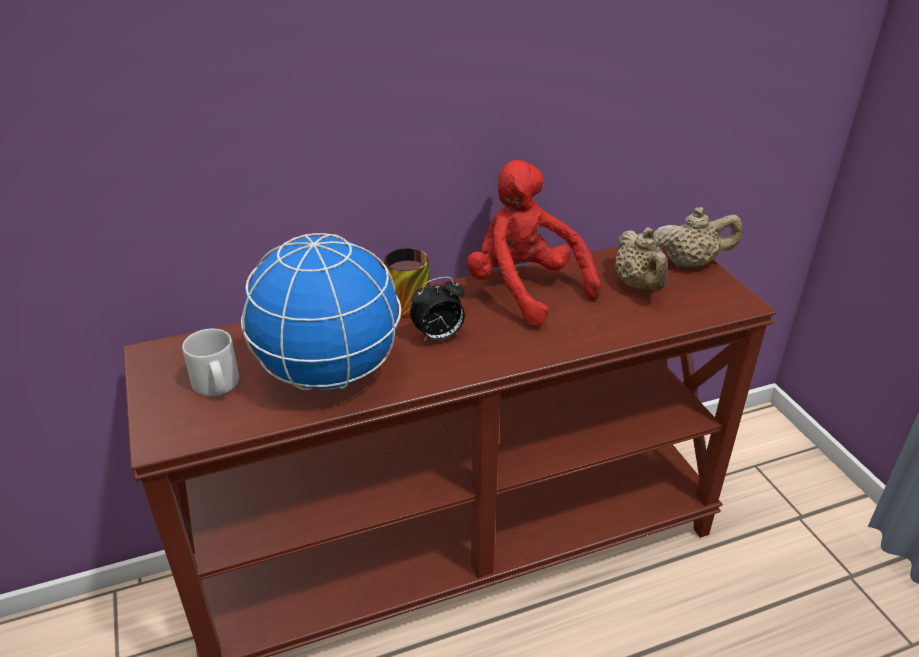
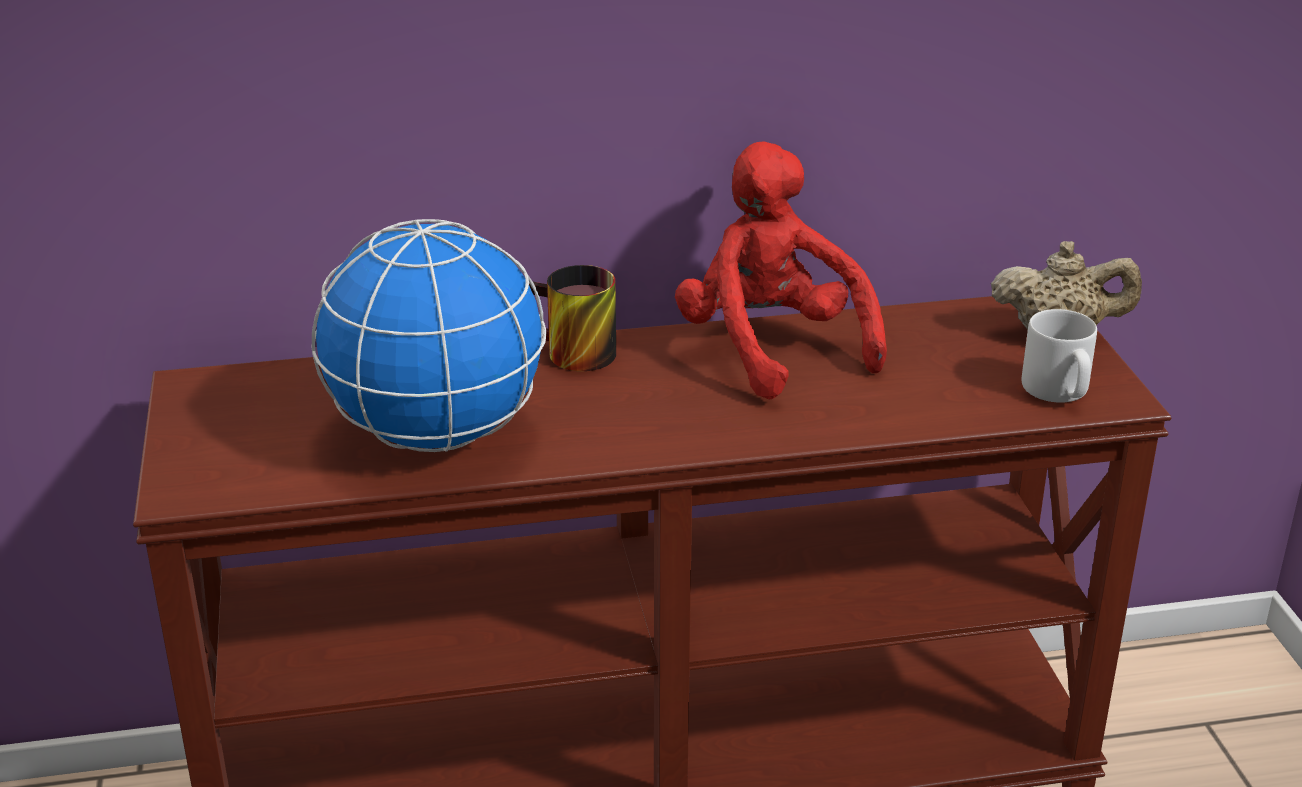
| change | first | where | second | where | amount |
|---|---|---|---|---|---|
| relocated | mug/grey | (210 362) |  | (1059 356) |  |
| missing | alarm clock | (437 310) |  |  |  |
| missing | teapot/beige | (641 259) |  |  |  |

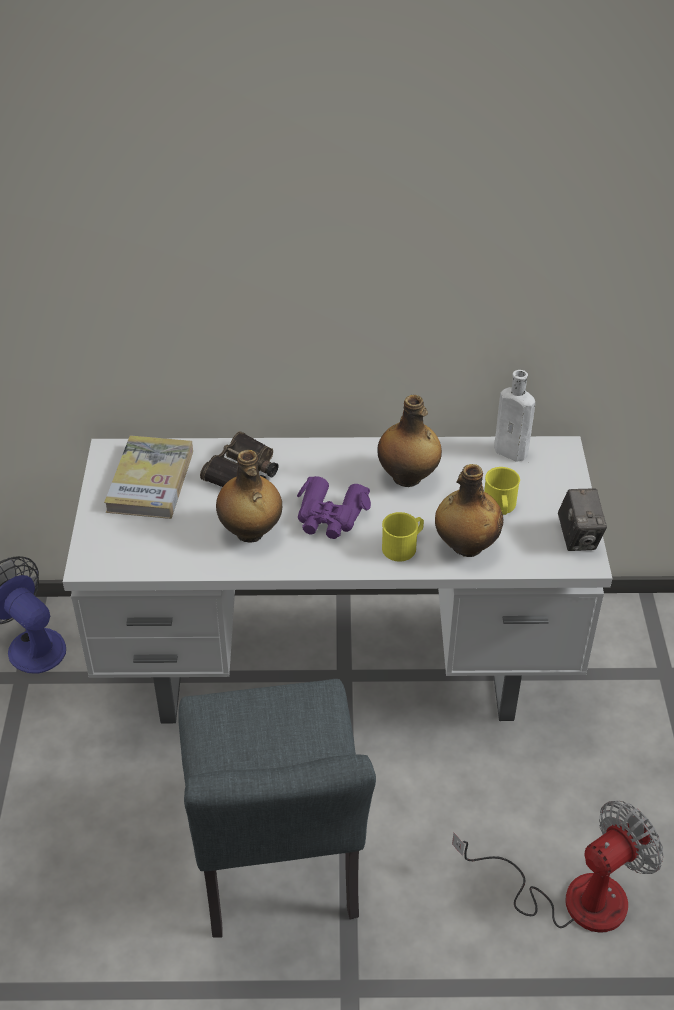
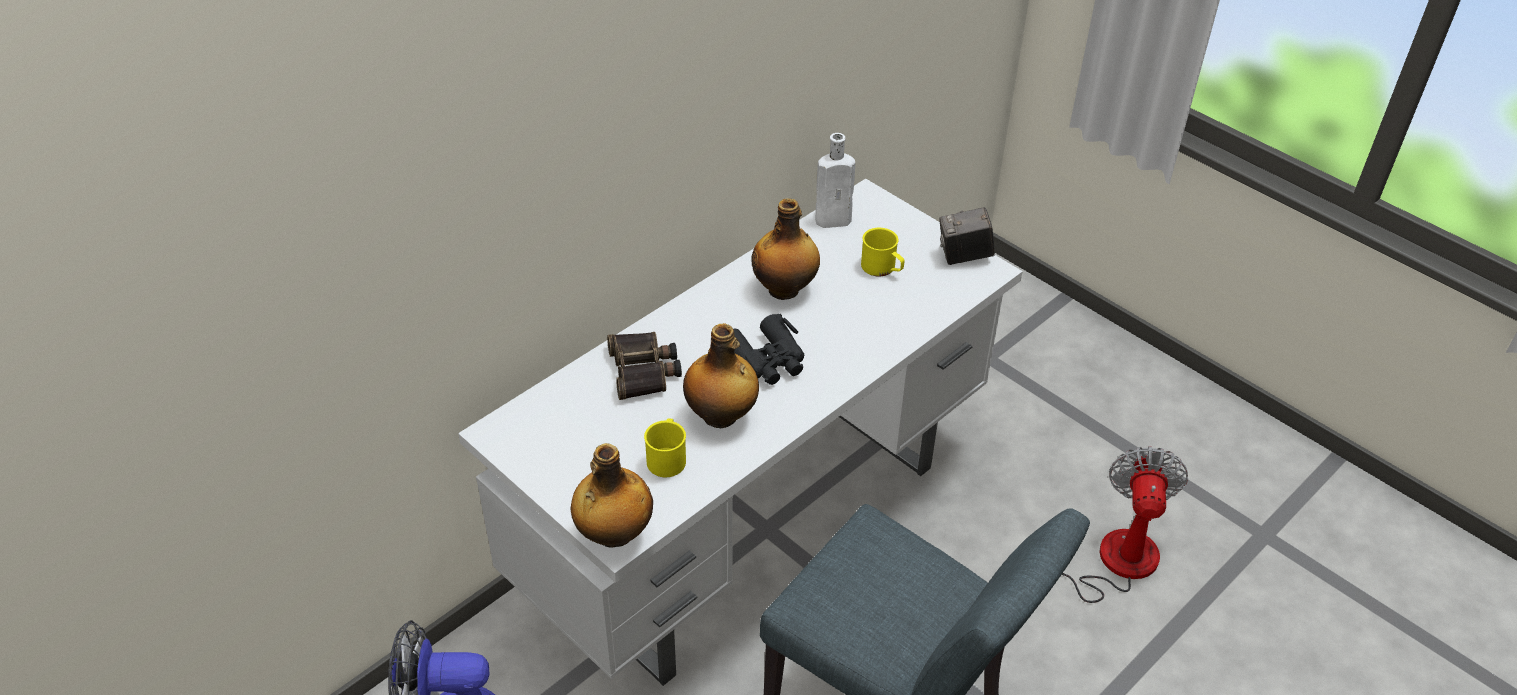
| change | first | where | second | where | amount |
|---|---|---|---|---|---|
| relocated | bottle | (469 510) |  | (611 495) |  |
| relocated | mug/yellow | (403 537) |  | (665 447) |  |
| colour | binoculars/purple | (334 507) | binoculars/black | (768 349) |  |
| spun | photo camera | (582 519) |  | (967 236) | 135 degrees clockwise |
| missing | book | (148 477) |  |  |  |

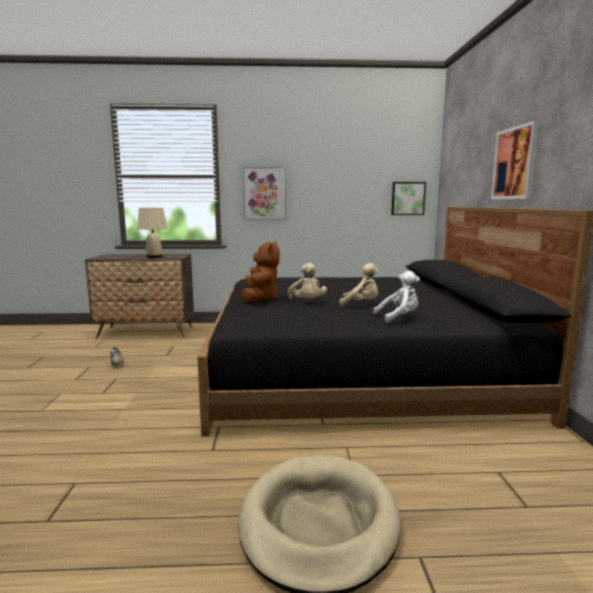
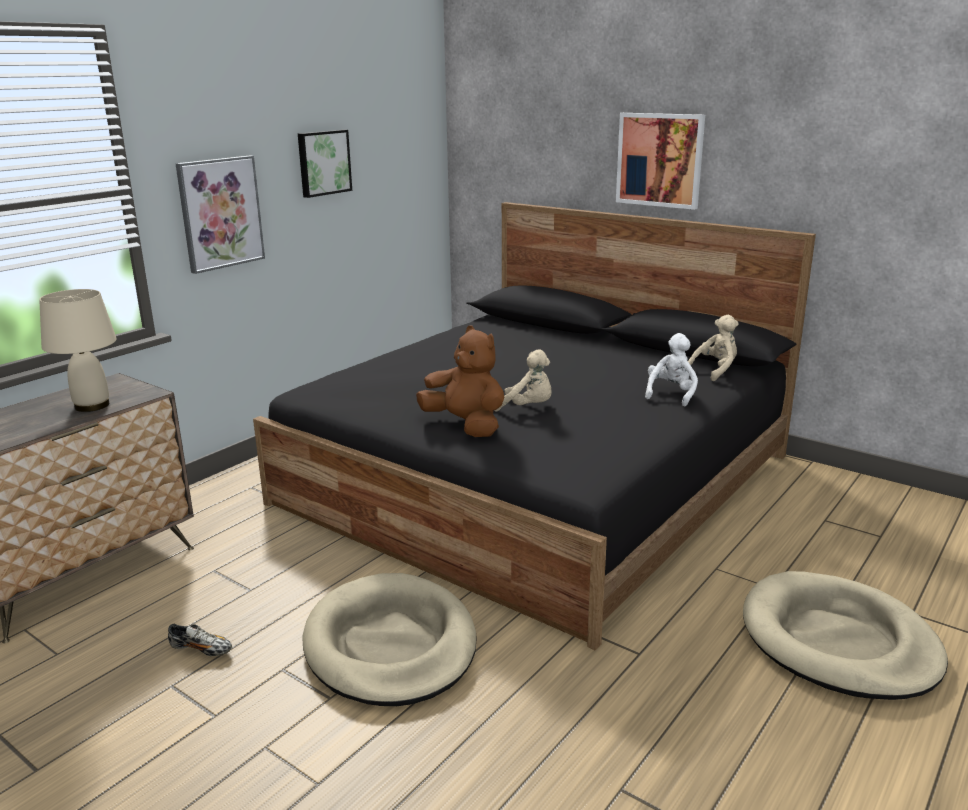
| change | first | where | second | where | amount |
|---|---|---|---|---|---|
| relocated | picture | (408 198) |  | (325 164) |  |
| appeared |  |  | dog bed/beige | (390 639) |  |
| relocated | plush toy/beige | (359 284) |  | (713 348) |  |

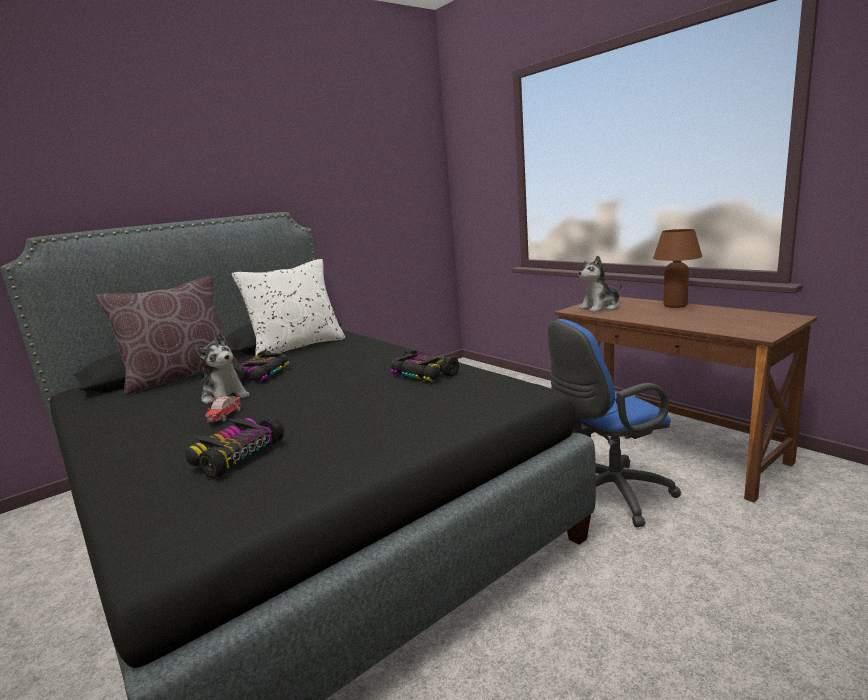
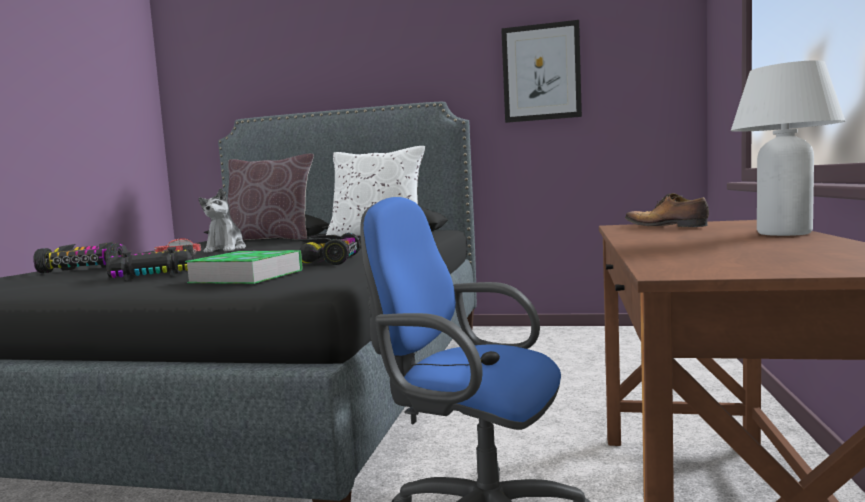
| change | first | where | second | where | amount |
|---|---|---|---|---|---|
| relocated | toy car | (261 366) |  | (150 263) |  |
| appeared |  |  | book | (244 267) |  |
| appeared |  |  | picture | (541 71) |  |
| exchanged | plush toy | (600 283) | shoe | (667 210) |  |
| colour | table lamp/brown | (677 268) | table lamp/white | (788 148) |  |

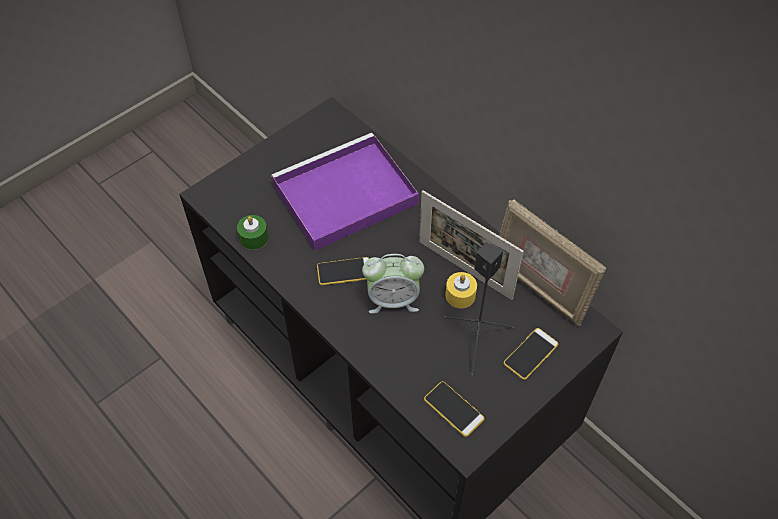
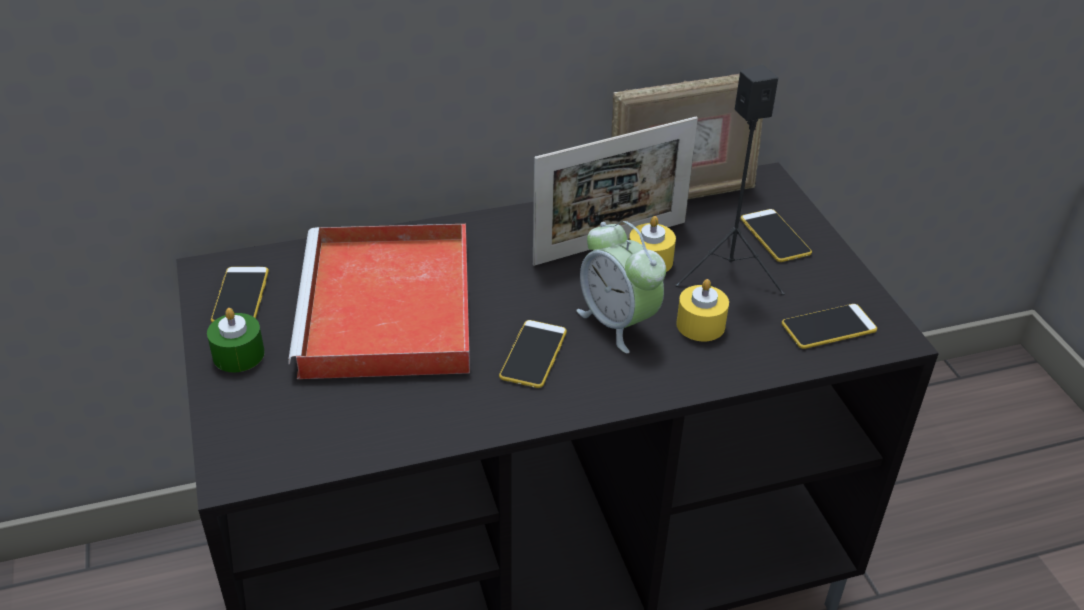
| change | first | where | second | where | amount |
|---|---|---|---|---|---|
| relocated | candle/green | (252 232) |  | (236 340) |  |
| appeared |  |  | phone | (240 294) |  |
| colour | tray/purple | (345 192) | tray/red | (379 301) |  |
| spun | alarm clock | (393 283) |  | (621 287) | 120 degrees clockwise |
| appeared |  |  | candle/yellow | (702 310) |  |

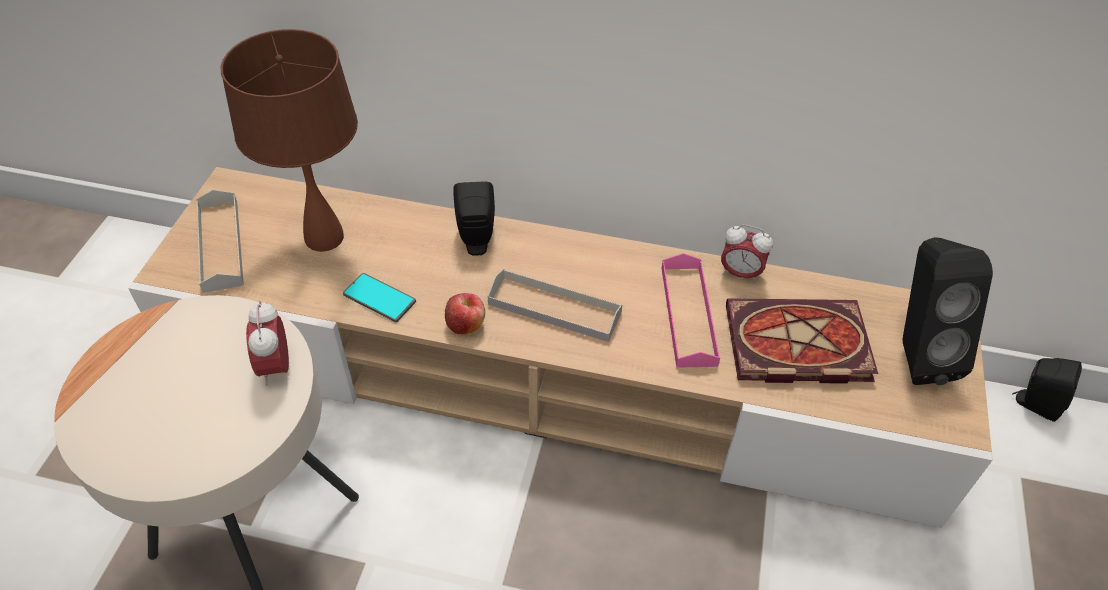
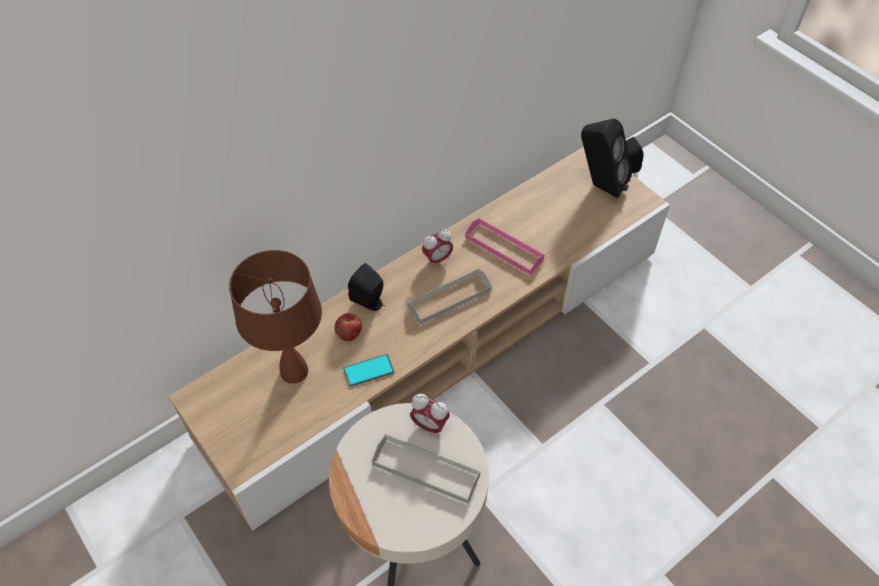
| change | first | where | second | where | amount |
|---|---|---|---|---|---|
| relocated | apple | (465 313) |  | (348 327) |  |
| relocated | tray/grey | (220 241) |  | (426 469) |  |
| relocated | alarm clock | (747 253) |  | (437 248) |  |
| missing | book | (802 341) |  |  |  |

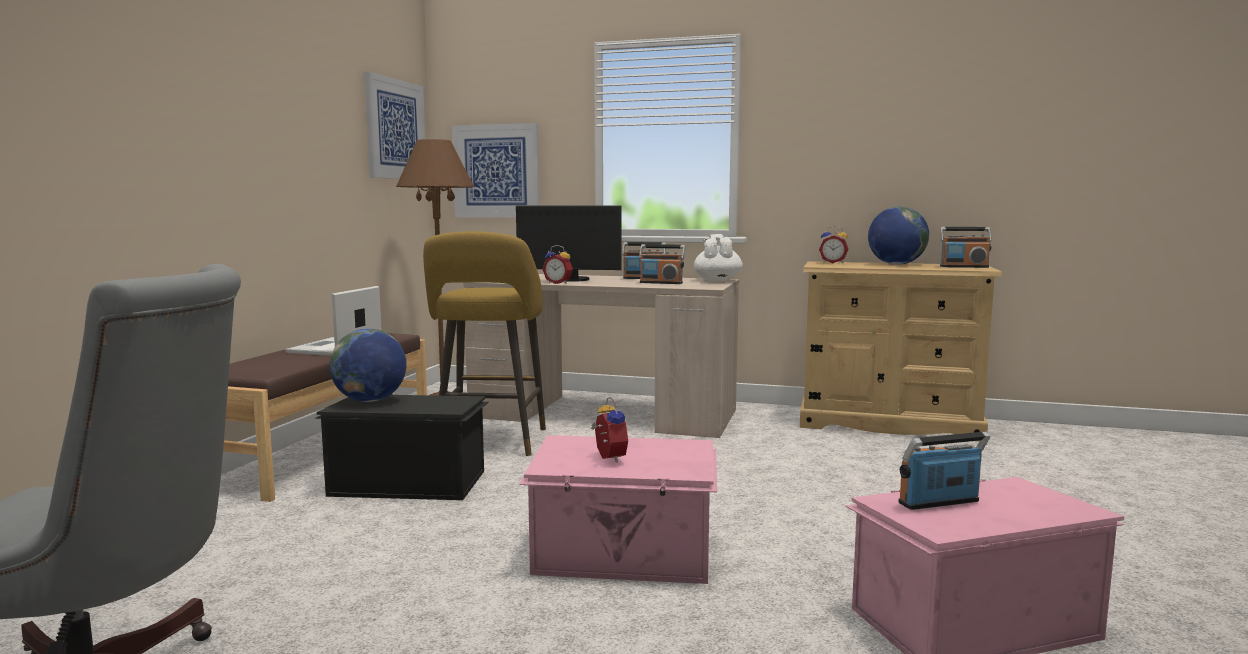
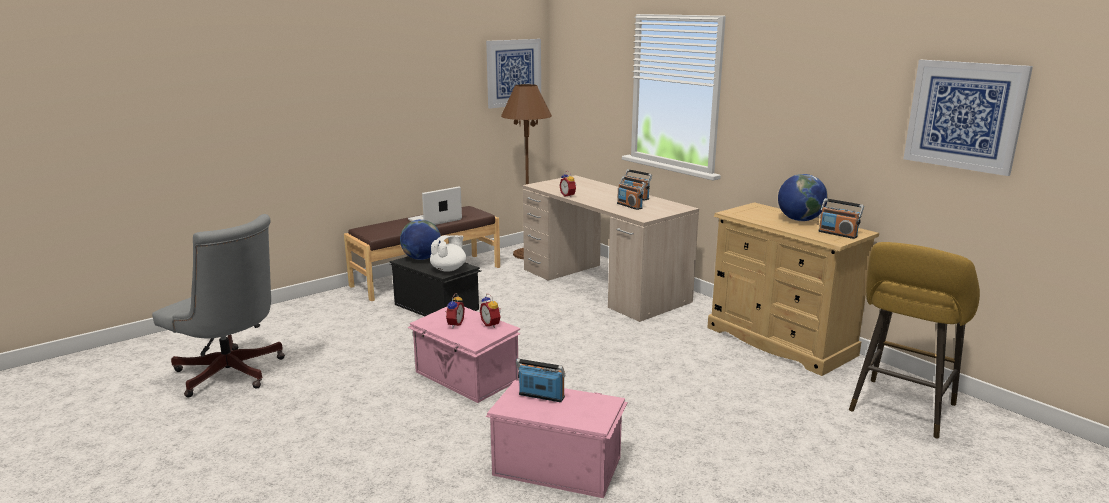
| change | first | where | second | where | amount |
|---|---|---|---|---|---|
| relocated | teapot/white | (718 258) |  | (448 253) |  |
| relocated | alarm clock | (834 244) |  | (491 311) |  |
| relocated | stool/yellow | (484 343) |  | (914 340) |  |
| relocated | picture | (496 170) |  | (968 118) |  |
| missing | monitor | (568 243) |  |  |  |

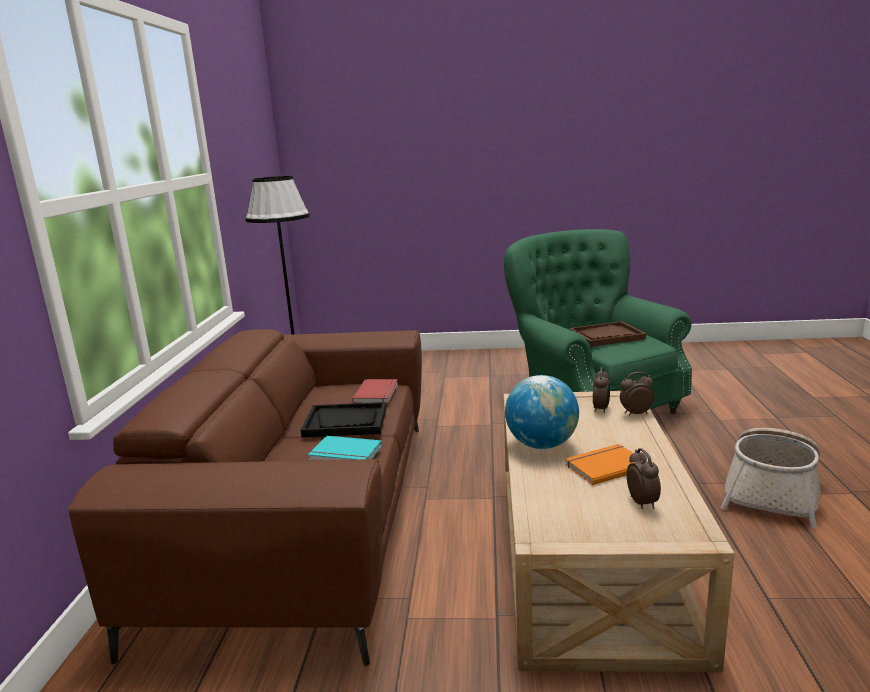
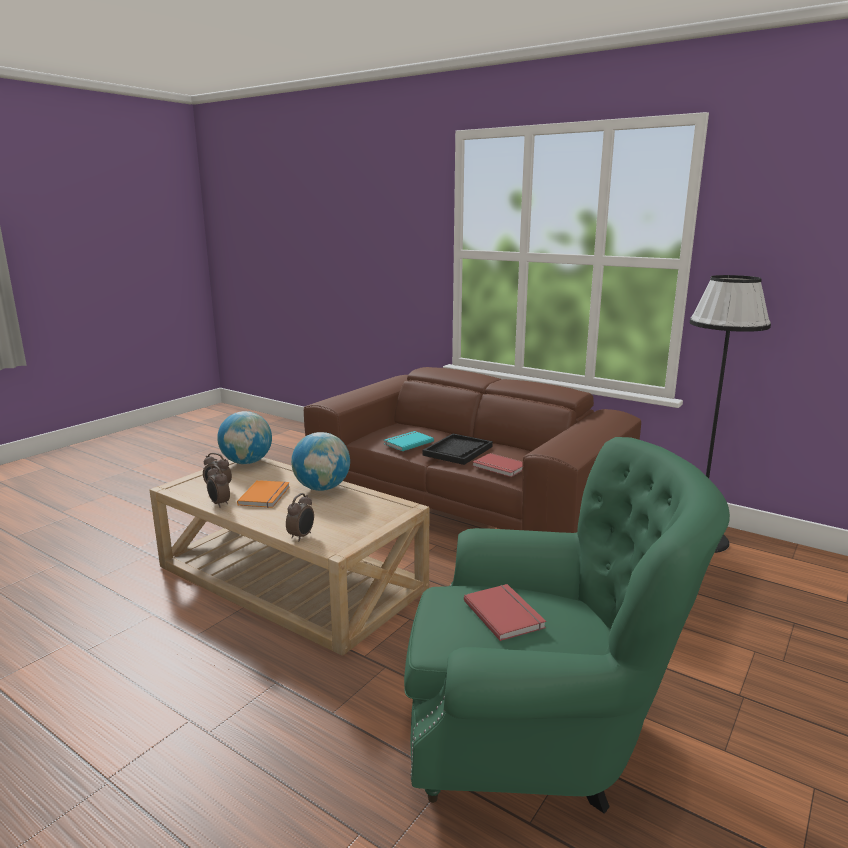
| change | first | where | second | where | amount |
|---|---|---|---|---|---|
| relocated | alarm clock | (601 390) |  | (218 486) |  |
| appeared |  |  | globe | (244 437) |  |
| exchanged | tray/brown | (607 334) | book/red | (505 612) |  |
| missing | basket | (770 478) |  |  |  |

